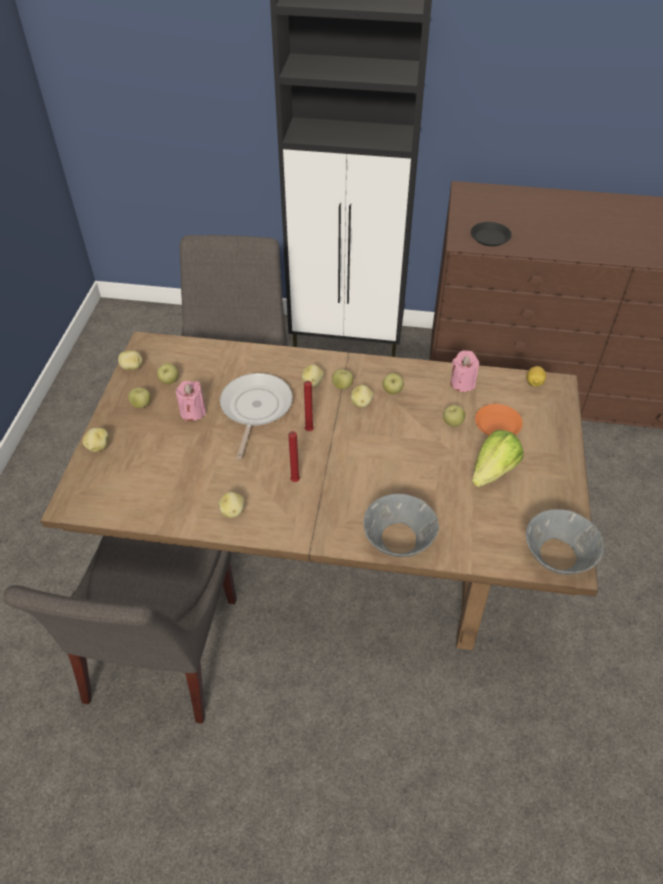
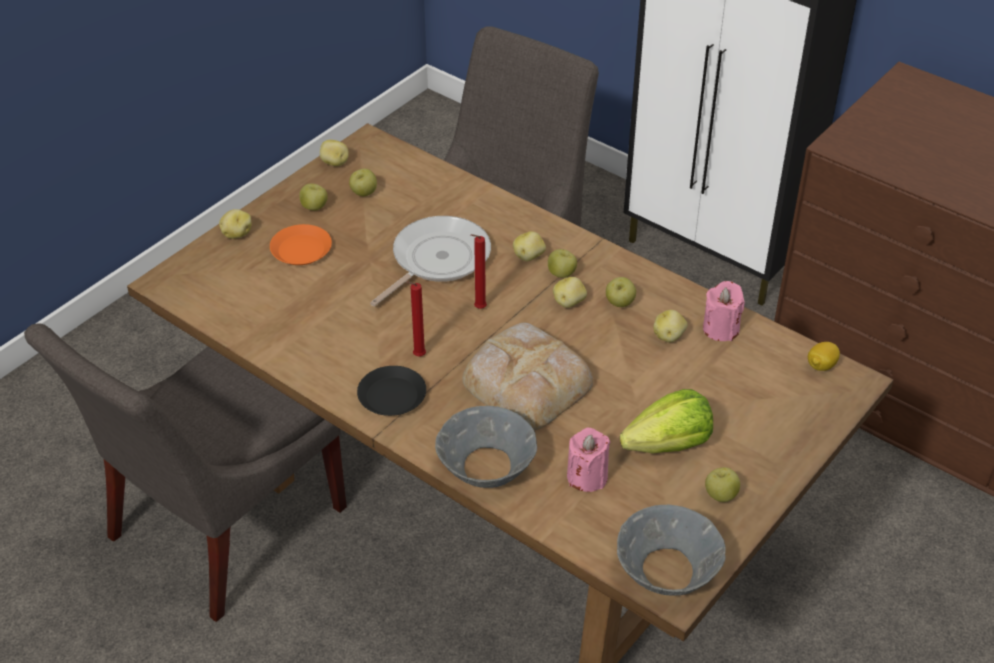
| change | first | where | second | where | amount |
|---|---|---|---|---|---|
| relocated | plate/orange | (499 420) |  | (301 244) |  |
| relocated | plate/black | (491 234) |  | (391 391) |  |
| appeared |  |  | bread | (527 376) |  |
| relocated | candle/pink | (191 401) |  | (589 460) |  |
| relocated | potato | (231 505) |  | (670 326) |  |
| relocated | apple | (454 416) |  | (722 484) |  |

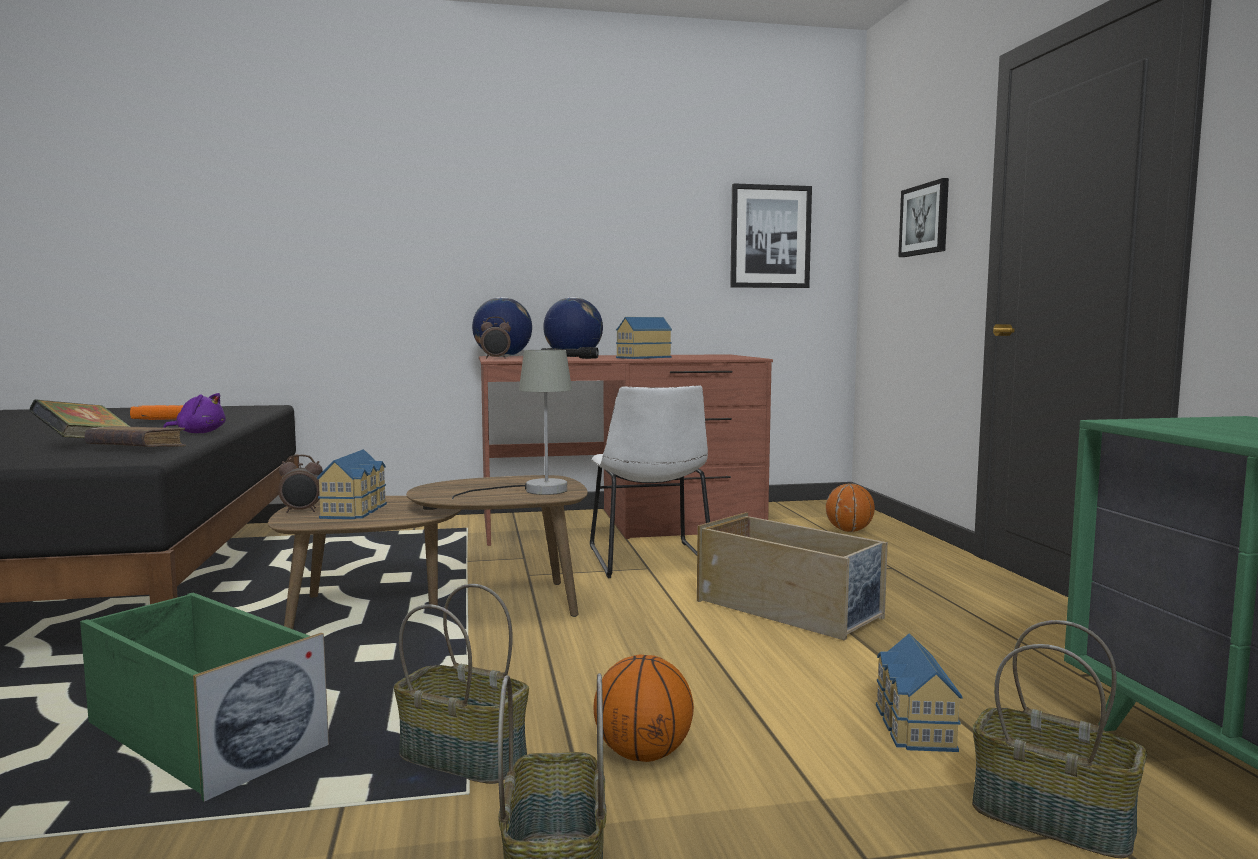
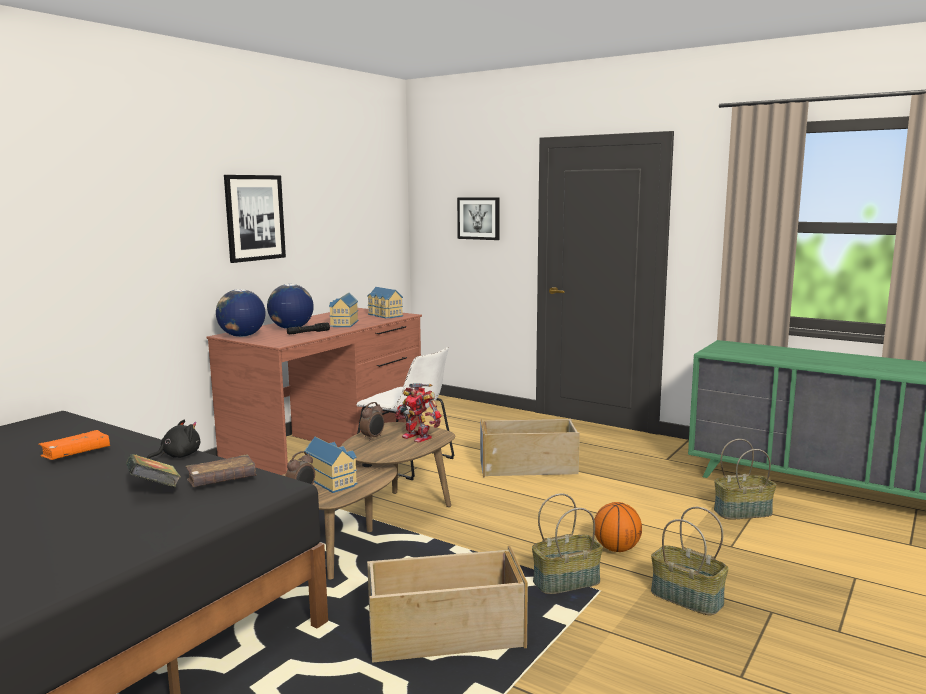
| change | first | where | second | where | amount |
|---|---|---|---|---|---|
| colour | plush toy/purple | (194 413) | plush toy/black | (173 439) |  |
| relocated | picture | (771 235) |  | (255 219) |  |
| relocated | alarm clock | (495 338) |  | (372 421) |  |
| relocated | toy house | (919 692) |  | (385 302) |  |
| colour | storage box/green | (204 697) | storage box/beige | (447 604) |  |
| exchanged | table lamp/grey | (512 424) | toy robot | (418 413) |  |
| missing | basketball | (850 508) |  |  |  |

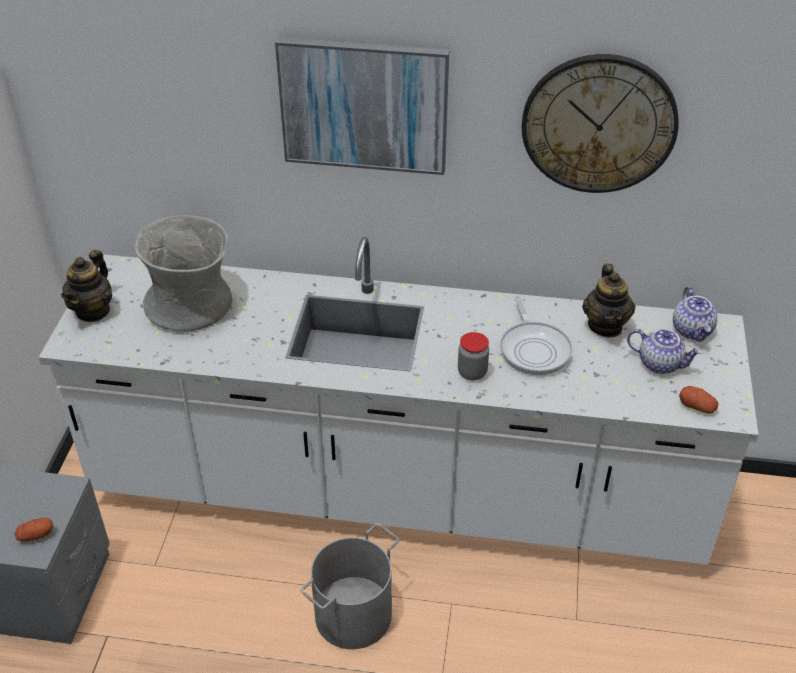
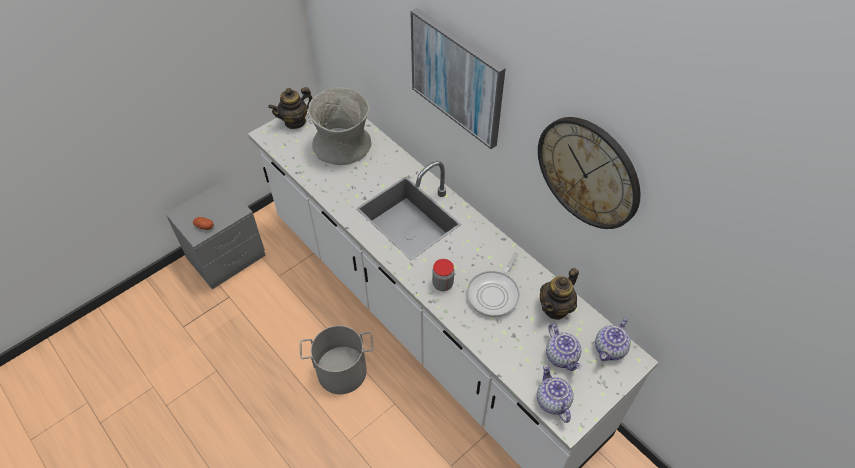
| change | first | where | second | where | amount |
|---|---|---|---|---|---|
| exchanged | potato | (699 399) | teapot | (555 393) |  |

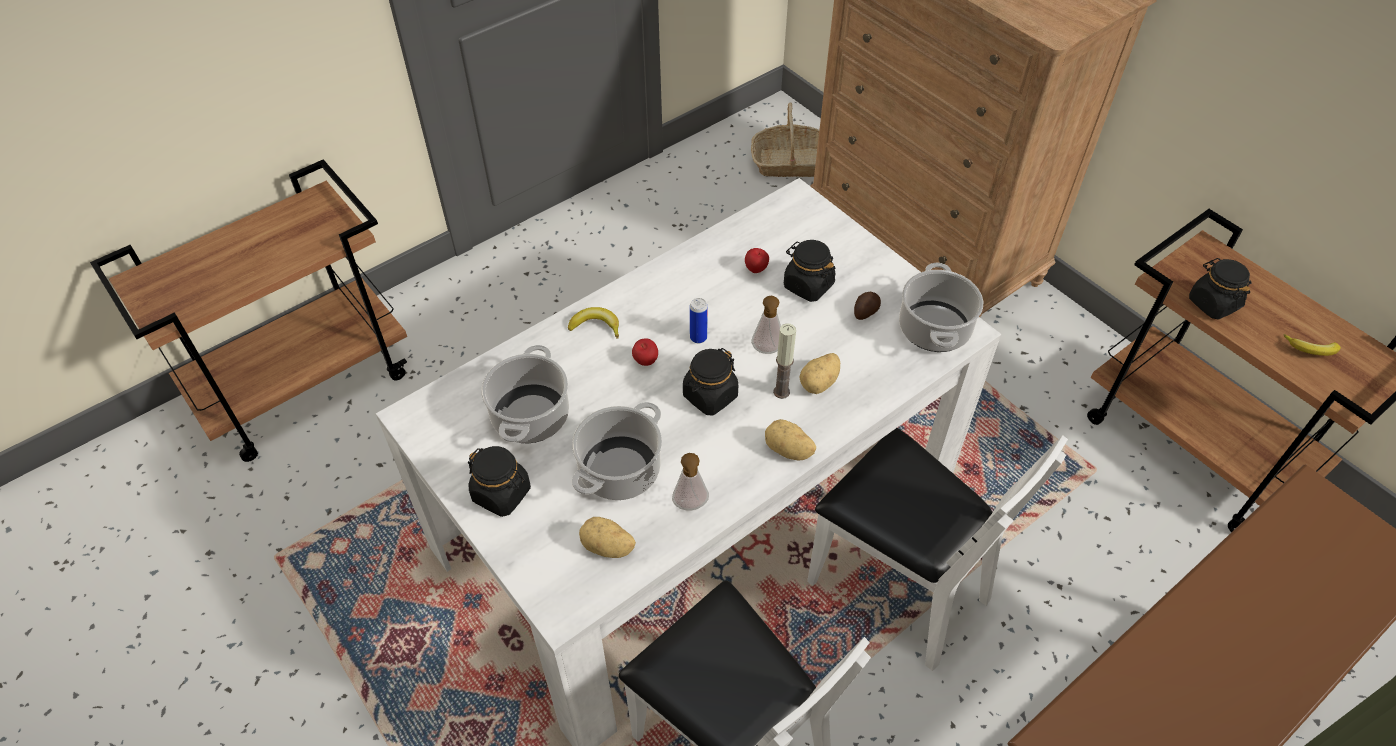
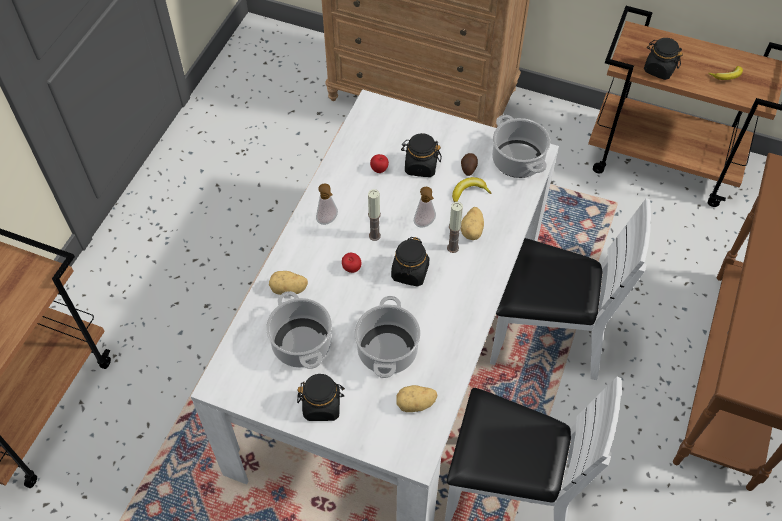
| change | first | where | second | where | amount |
|---|---|---|---|---|---|
| relocated | potato | (790 440) |  | (288 283) |  |
| relocated | soap dispenser | (690 482) |  | (327 204) |  |
| exchanged | can | (699 320) | candle | (374 215) |  |
| relocated | banana | (593 323) |  | (471 189) |  |
| missing | basket | (785 139) |  |  |  |

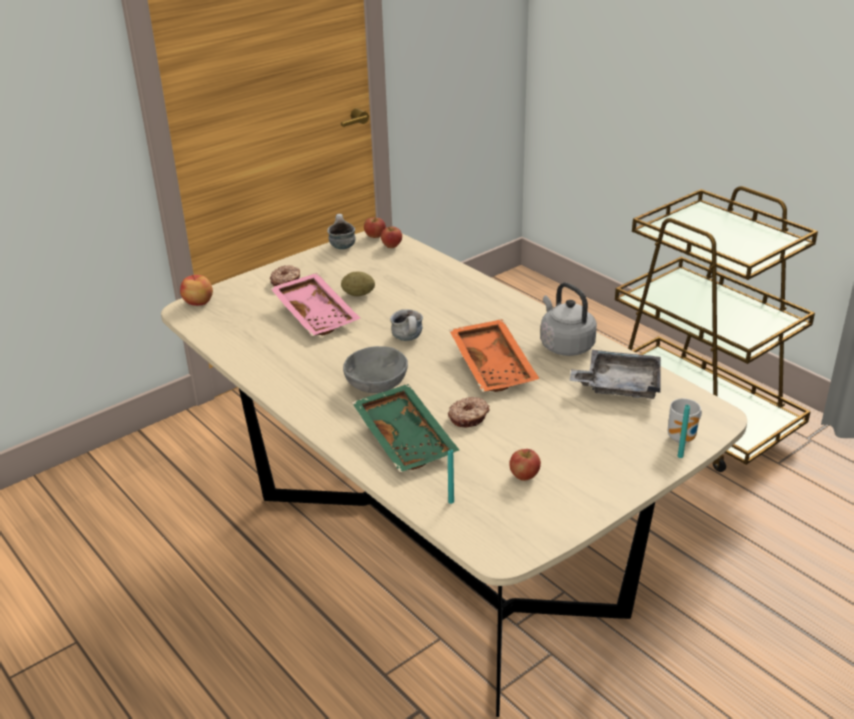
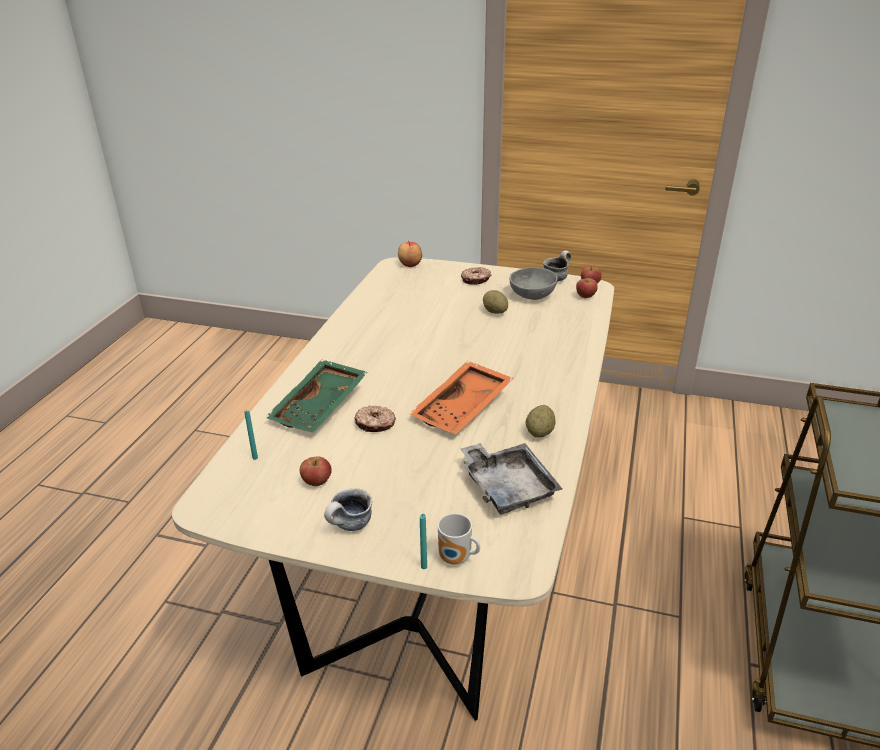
| change | first | where | second | where | amount |
|---|---|---|---|---|---|
| relocated | mug | (406 325) |  | (348 509) |  |
| relocated | bowl/grey | (375 369) |  | (533 283) |  |
| exchanged | kettle/grey | (568 319) | potato | (541 421) |  |
| missing | tray/pink | (315 304) |  |  |  |

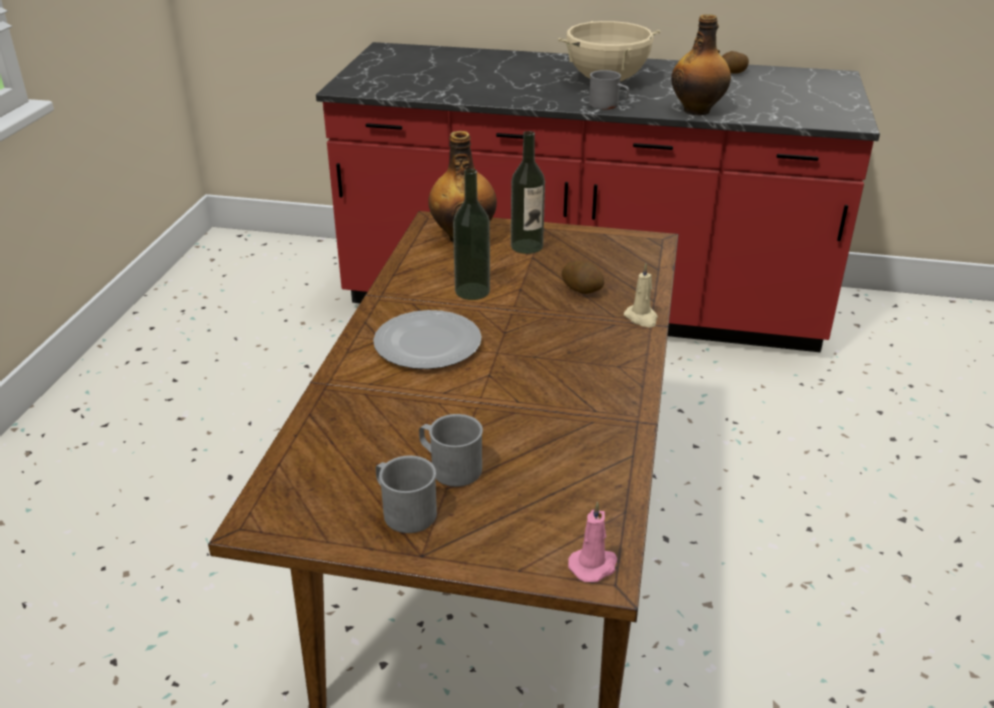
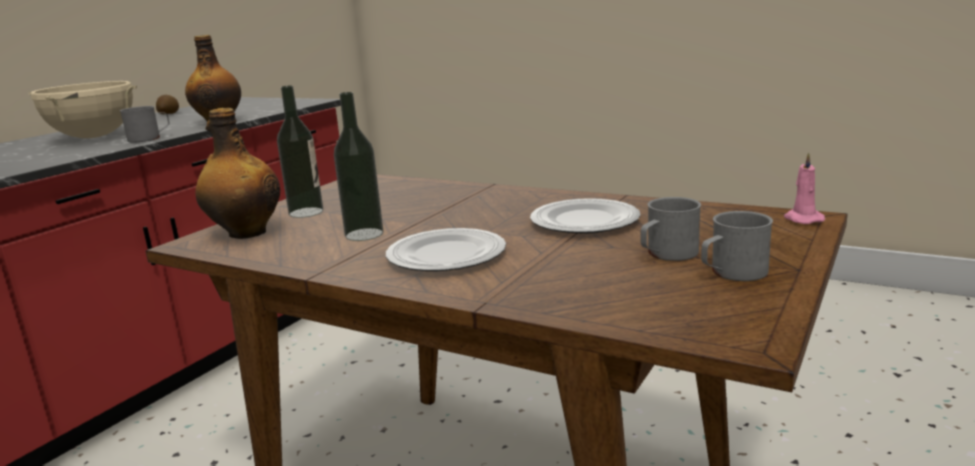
| change | first | where | second | where | amount |
|---|---|---|---|---|---|
| appeared |  |  | plate | (585 216) |  |
| missing | potato | (583 277) |  |  |  |
| missing | candle/beige | (641 295) |  |  |  |

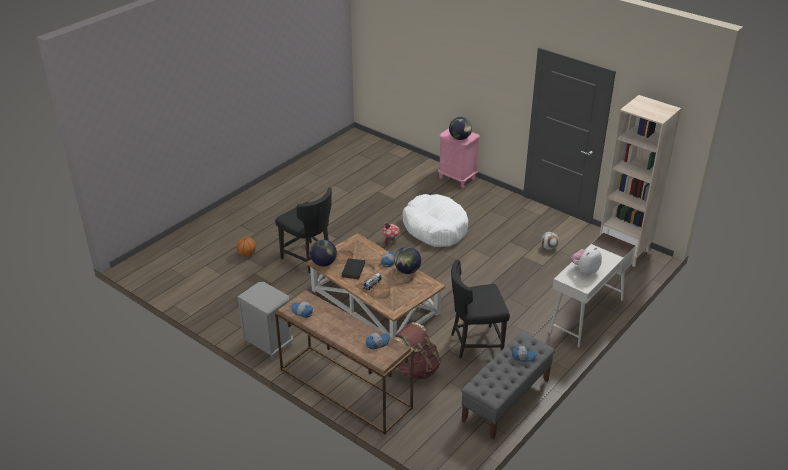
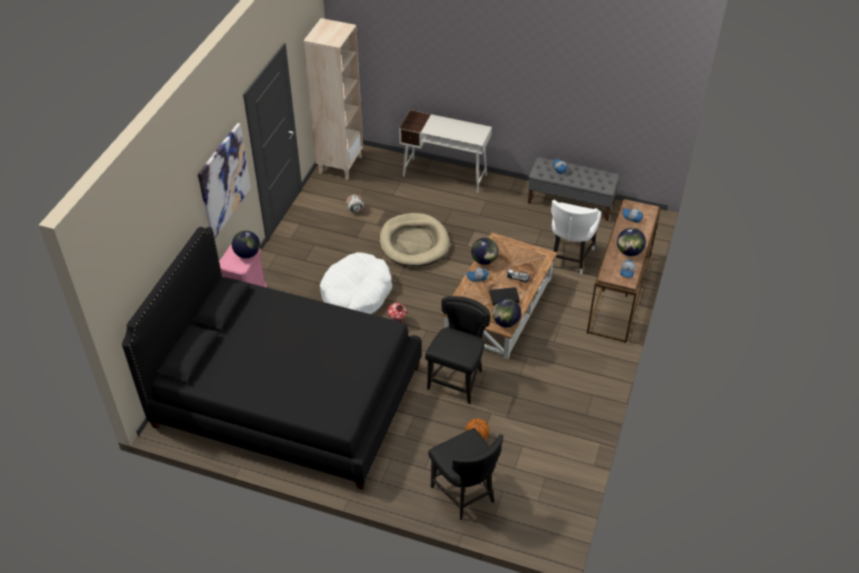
| change | first | where | second | where | amount |
|---|---|---|---|---|---|
| appeared |  |  | bed/black | (272 358) |  |
| appeared |  |  | picture | (224 180) |  |
| appeared |  |  | dog bed/beige | (414 239) |  |
| relocated | chair/black | (480 309) |  | (465 474) |  |
| exchanged | backpack/brown | (417 351) | chair/white | (576 237) |  |
| appeared |  |  | globe | (631 242) |  |
| missing | nightstand/grey | (265 321) |  |  |  |
| missing | plush toy | (586 261) |  |  |  |

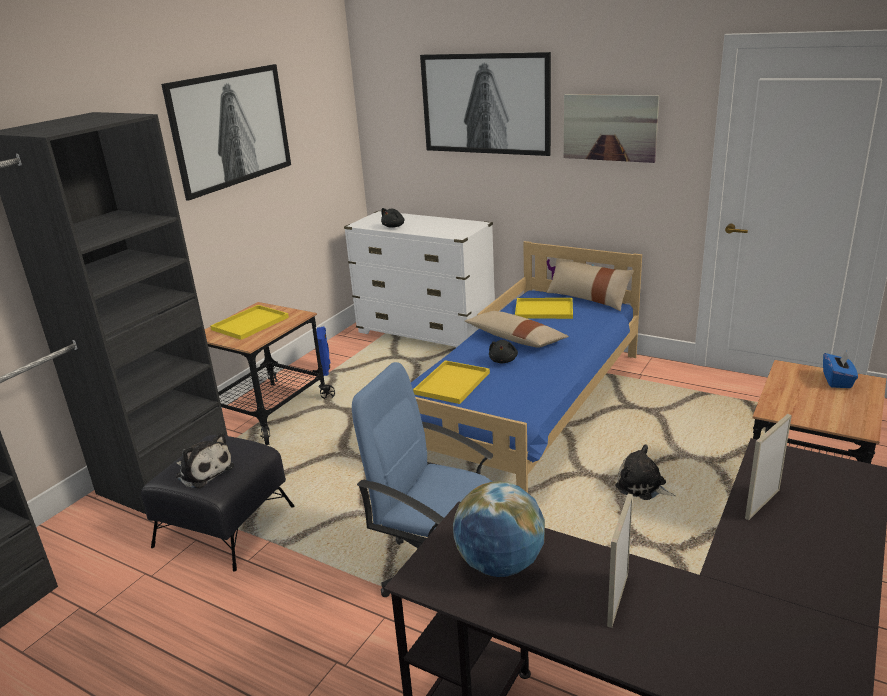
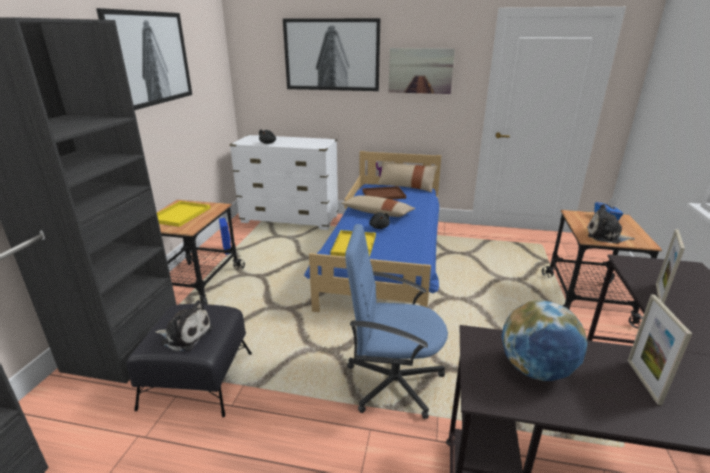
| change | first | where | second | where | amount |
|---|---|---|---|---|---|
| colour | tray/yellow | (544 308) | tray/brown | (384 193) |  |
| relocated | plush toy | (645 472) |  | (611 223) |  |

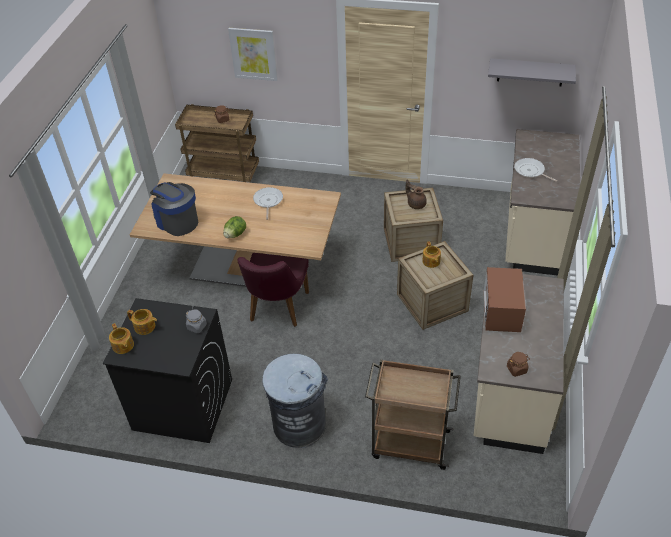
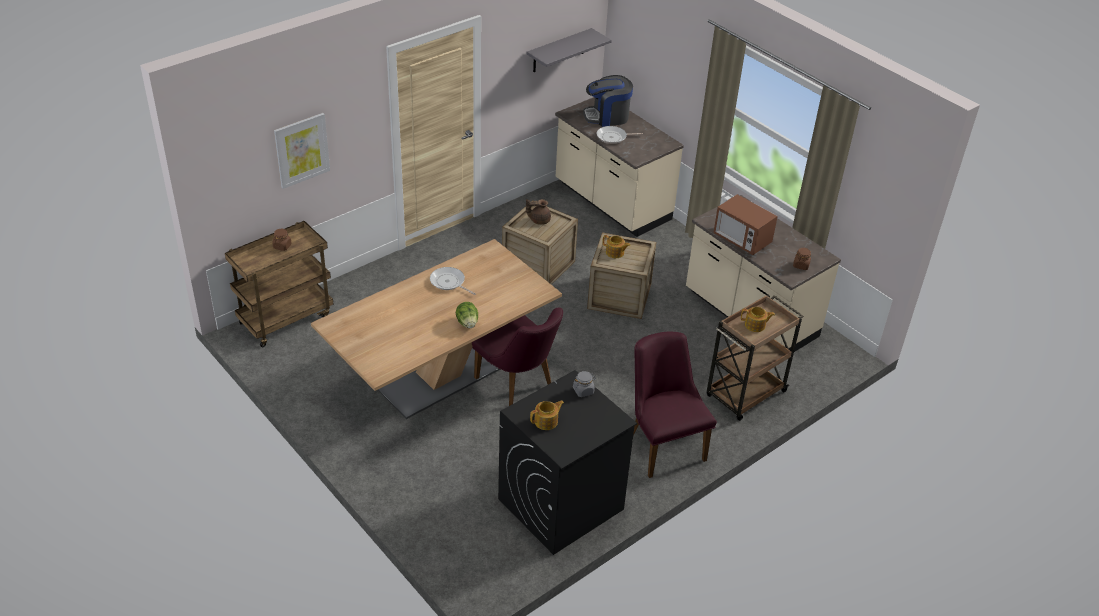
| change | first | where | second | where | amount |
|---|---|---|---|---|---|
| relocated | coffee machine | (174 209) |  | (608 101) |  |
| exchanged | trash can/grey | (295 401) | chair/purple | (675 405) |  |
| relocated | teapot | (121 338) |  | (758 319) |  |

